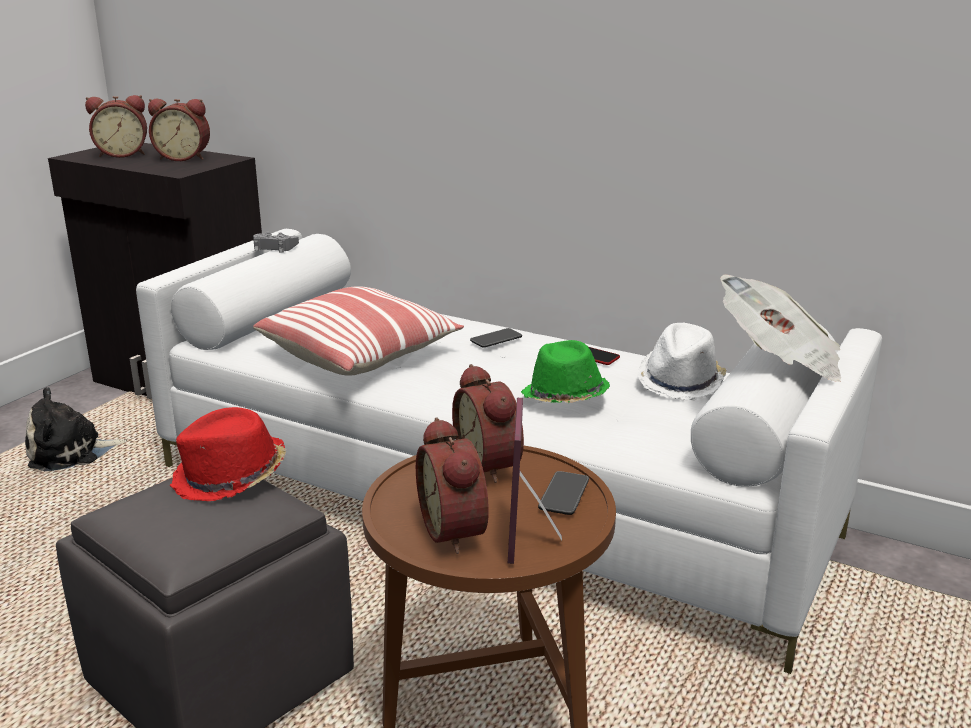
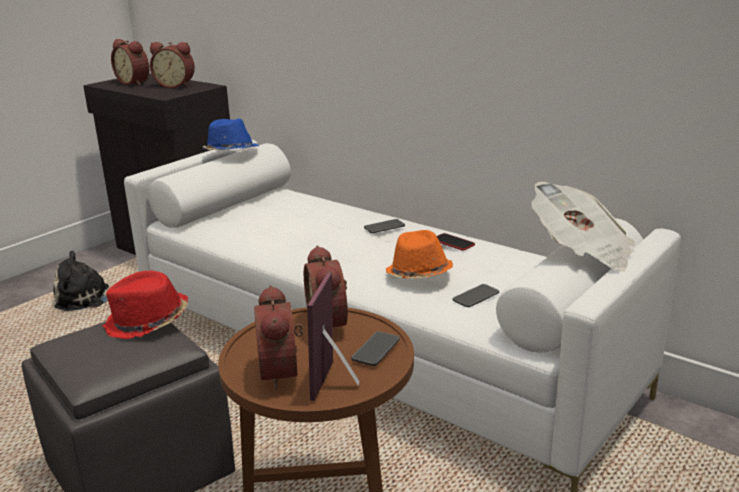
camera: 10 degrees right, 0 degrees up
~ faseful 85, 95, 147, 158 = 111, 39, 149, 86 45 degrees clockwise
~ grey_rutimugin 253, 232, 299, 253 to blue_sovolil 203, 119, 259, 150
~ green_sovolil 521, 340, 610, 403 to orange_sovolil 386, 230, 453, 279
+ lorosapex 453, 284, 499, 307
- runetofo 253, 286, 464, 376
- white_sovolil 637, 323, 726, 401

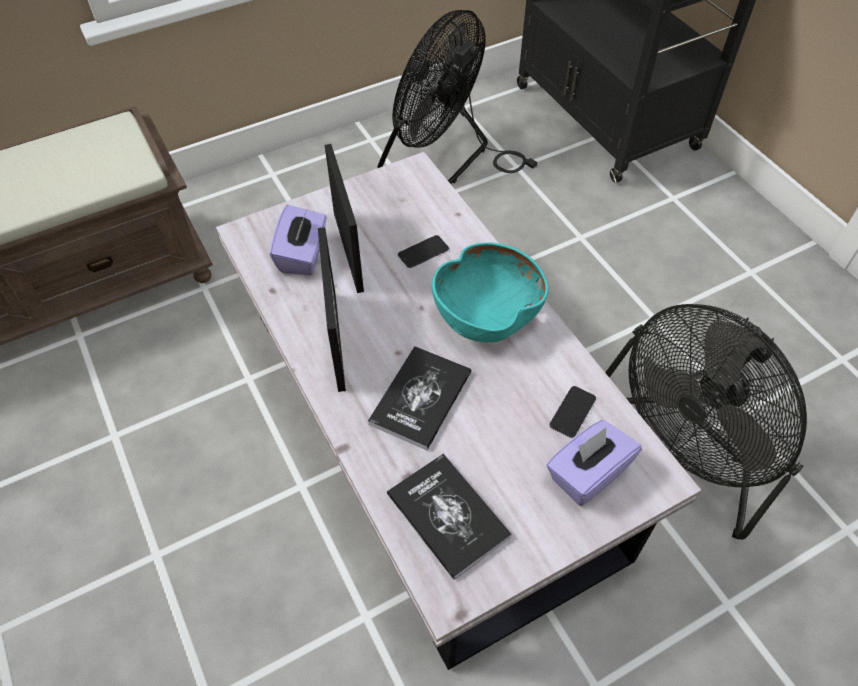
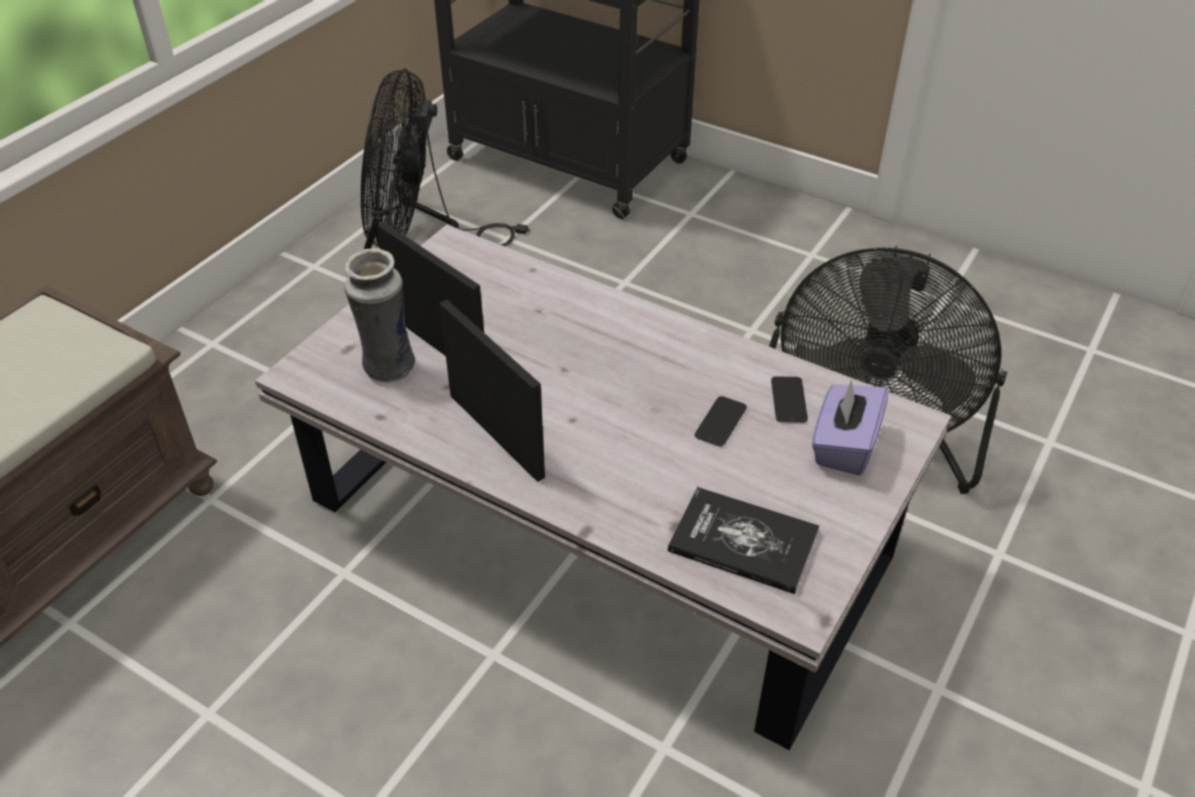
camera: 30 degrees left, 10 degrees down
~ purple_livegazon 270, 205, 327, 275 to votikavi 345, 248, 415, 382
~ lorosapex 398, 235, 449, 268 to 695, 396, 747, 447
- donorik 368, 346, 471, 450
- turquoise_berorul 432, 243, 549, 342

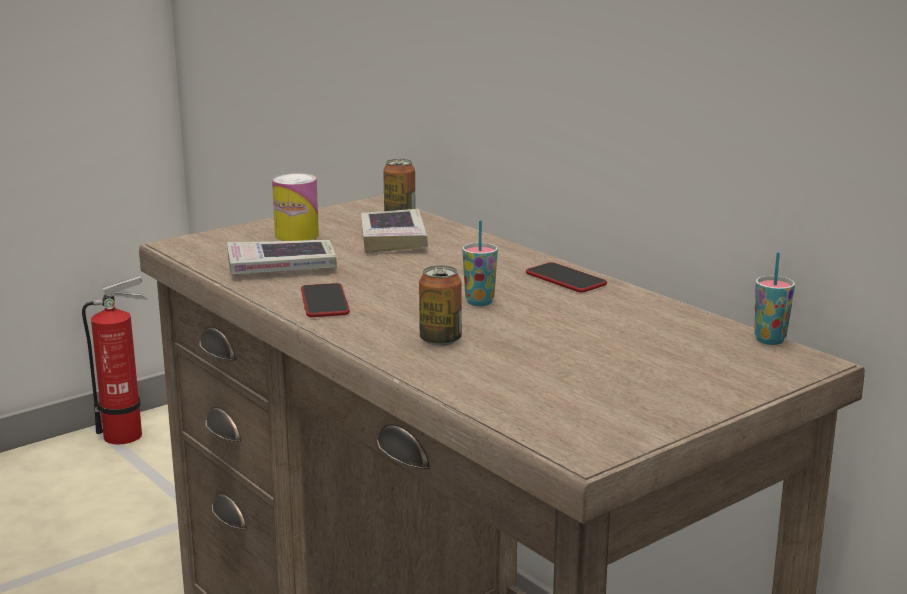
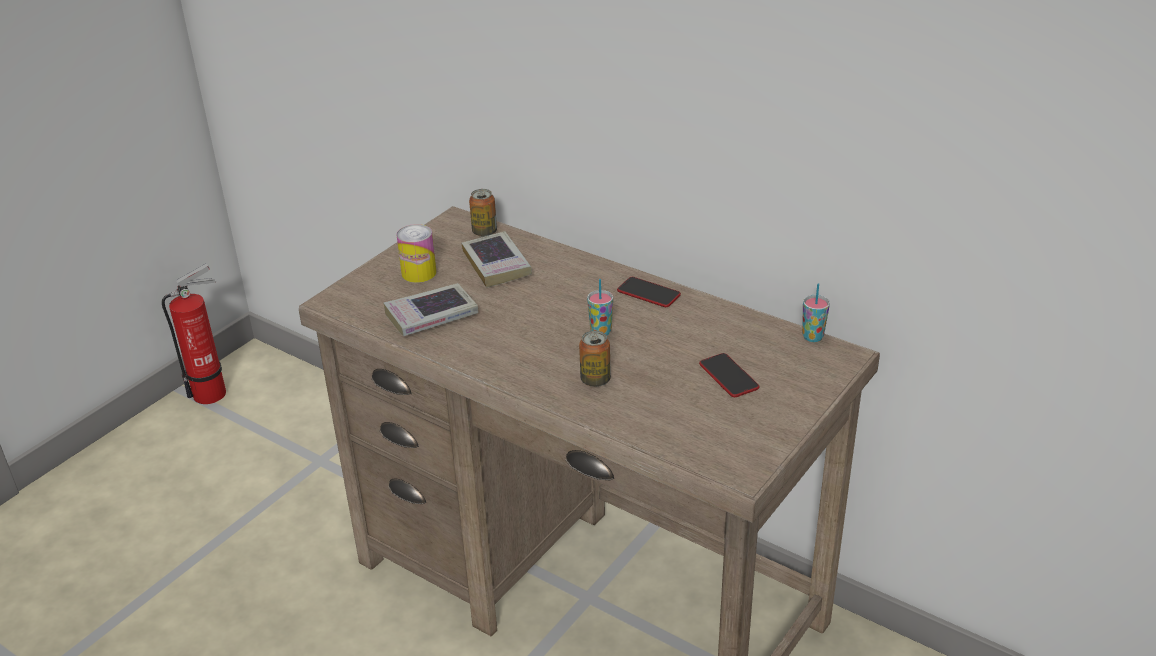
camera: 15 degrees left, 15 degrees up
~ lorosapex 301, 283, 350, 317 to 699, 353, 759, 397

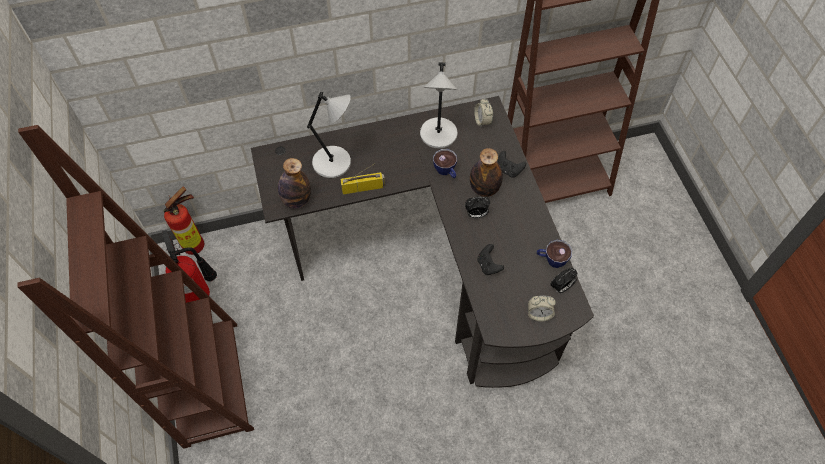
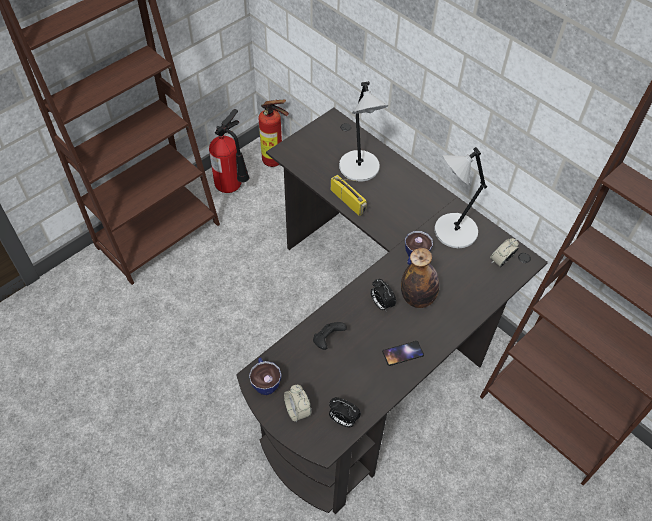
camera: 60 degrees right, 5 degrees down
~ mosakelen 537, 240, 572, 268 to 249, 358, 281, 395
+ lorosapex 382, 341, 424, 366
- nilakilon 278, 158, 311, 209
- black_rutimugin 498, 151, 526, 177

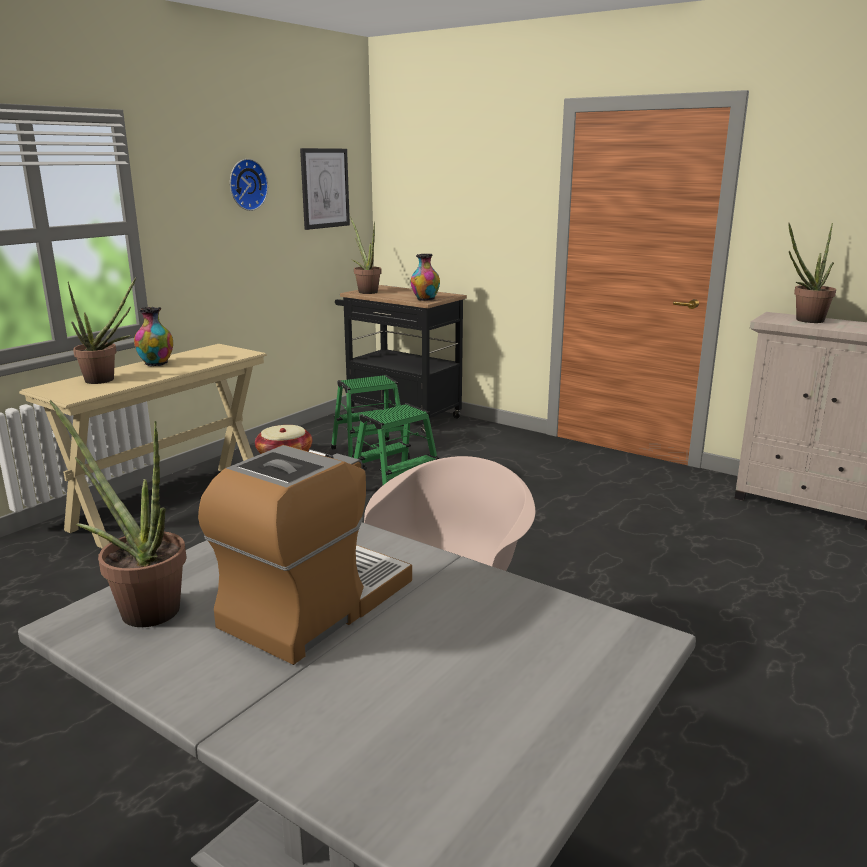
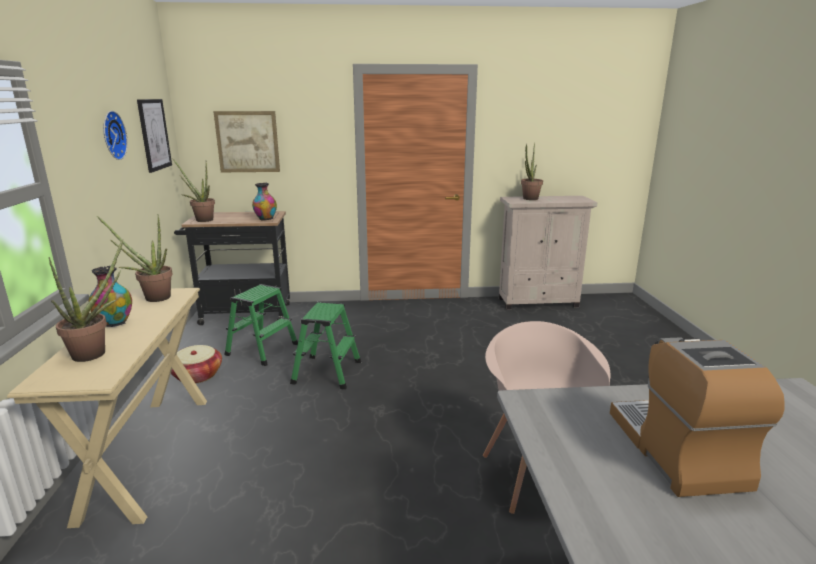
camera: 40 degrees left, 0 degrees up
~ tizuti 49, 400, 187, 627 to 97, 216, 173, 302
+ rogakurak 213, 111, 280, 172

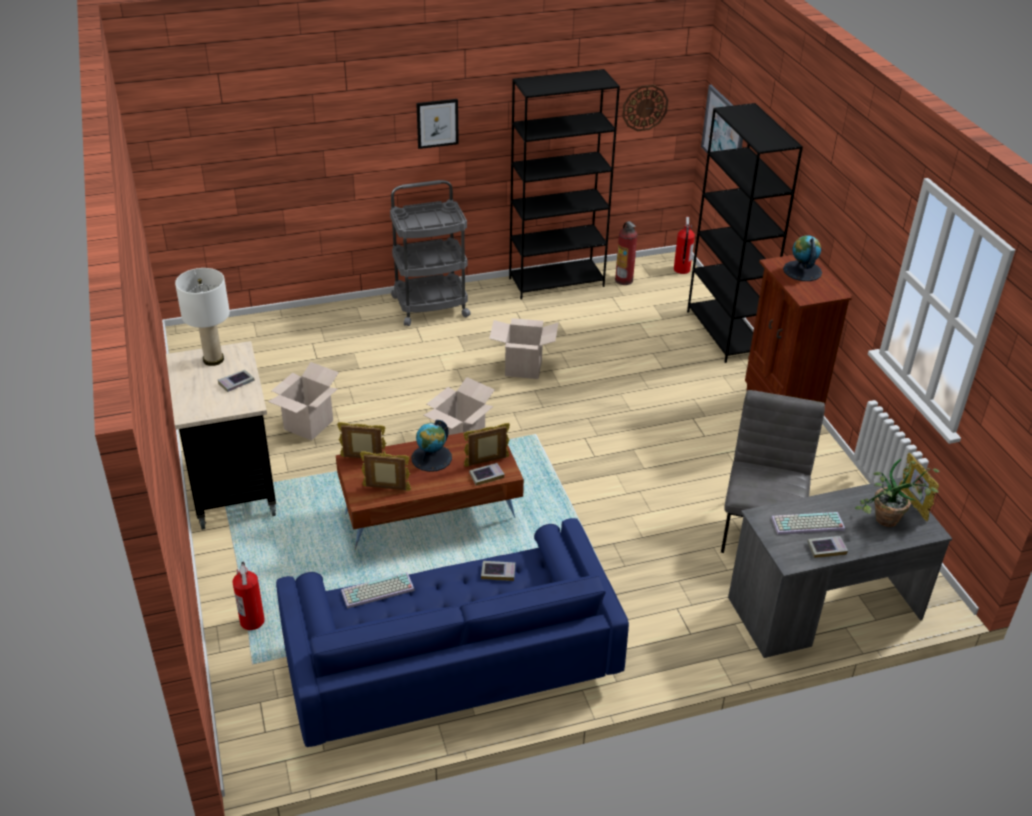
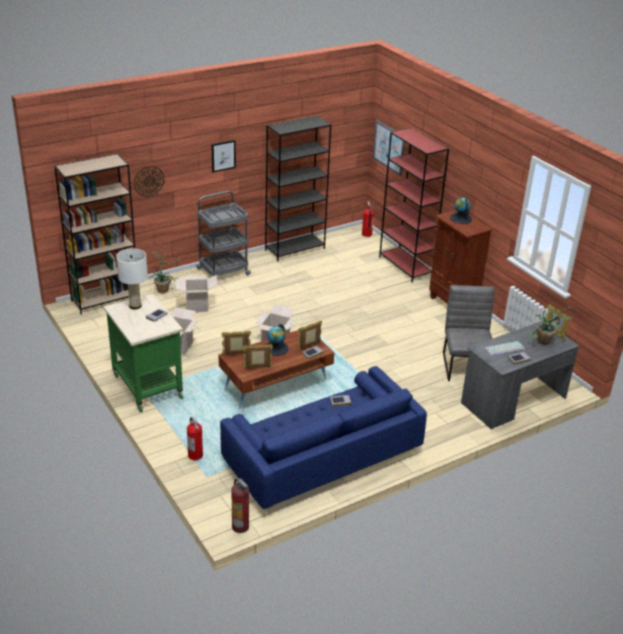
camera: 15 degrees left, 5 degrees down
+ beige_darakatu 54, 154, 135, 315
~ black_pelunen 166, 341, 276, 530 to green_pelunen 103, 293, 183, 412
~ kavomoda 622, 85, 668, 131 to 134, 166, 164, 197
+ tizuti 148, 251, 180, 293
~ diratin 489, 318, 558, 379 to 175, 275, 217, 312
~ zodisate 615, 221, 637, 285 to 231, 478, 249, 533
~ black_darakatu 687, 103, 803, 363 to red_darakatu 379, 128, 449, 283
- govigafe 341, 572, 415, 609

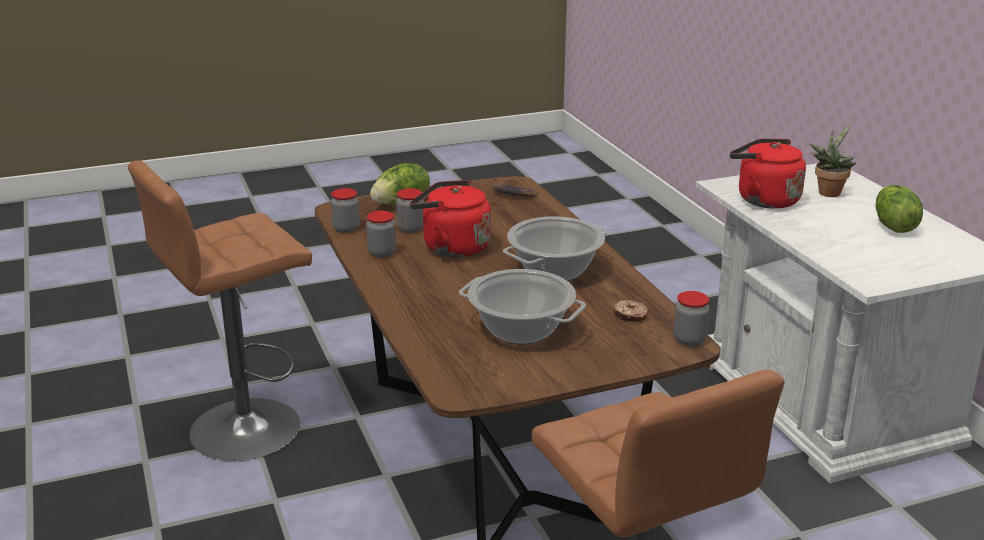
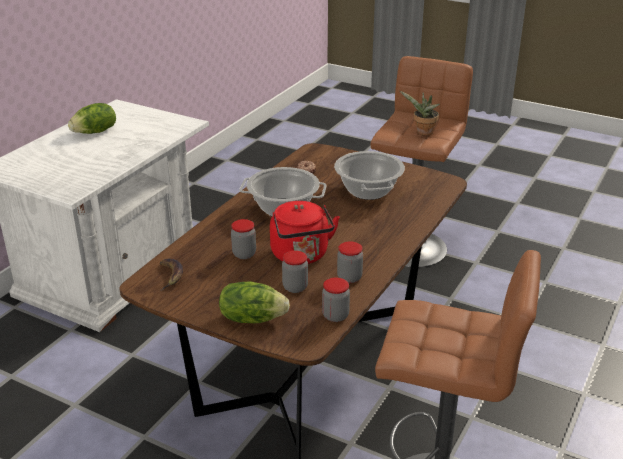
camera: 130 degrees left, 5 degrees up
~ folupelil 674, 291, 710, 346 to 231, 219, 256, 259
~ tizuti 809, 123, 856, 197 to 400, 91, 440, 136
- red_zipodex 730, 139, 806, 209

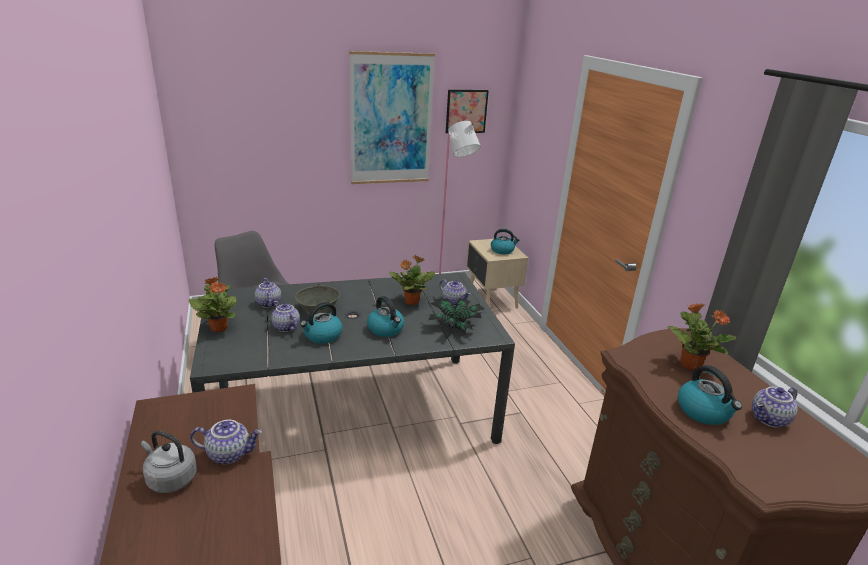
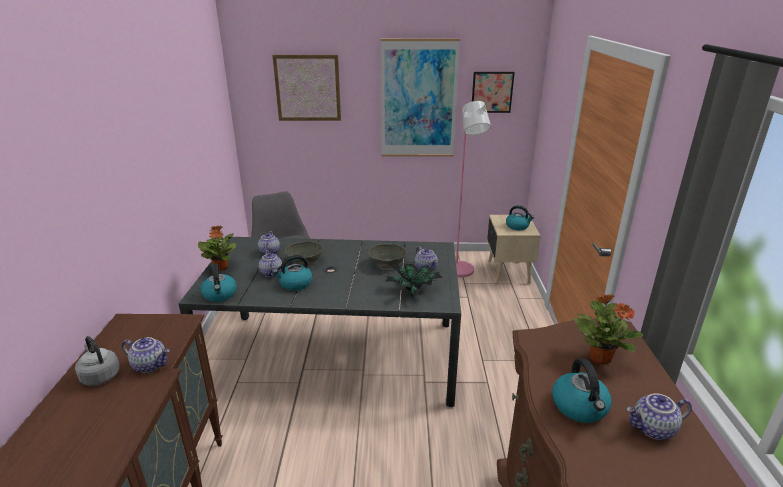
camera: 20 degrees right, 0 degrees up
~ zipodex 367, 296, 405, 337 to 201, 264, 237, 302
+ rogakurak 272, 55, 341, 121
~ tizuti 389, 255, 435, 305 to grey_berorul 368, 244, 407, 269

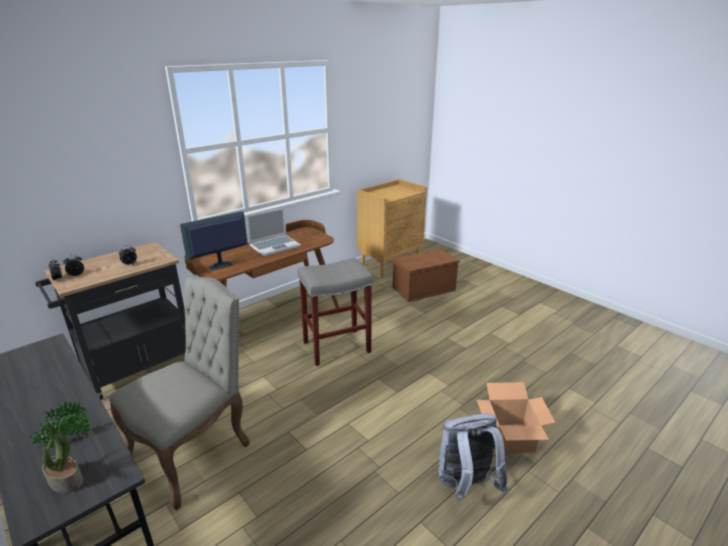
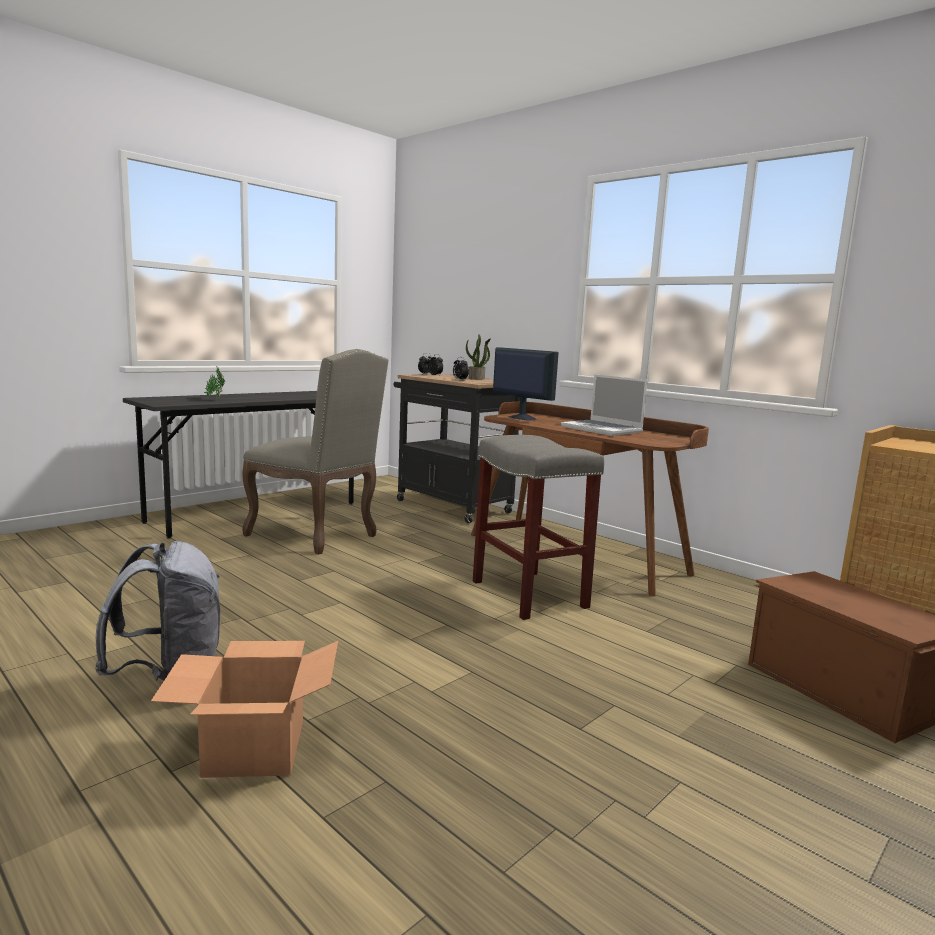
camera: 85 degrees right, 15 degrees down
~ tizuti 42, 415, 83, 493 to 466, 334, 491, 380

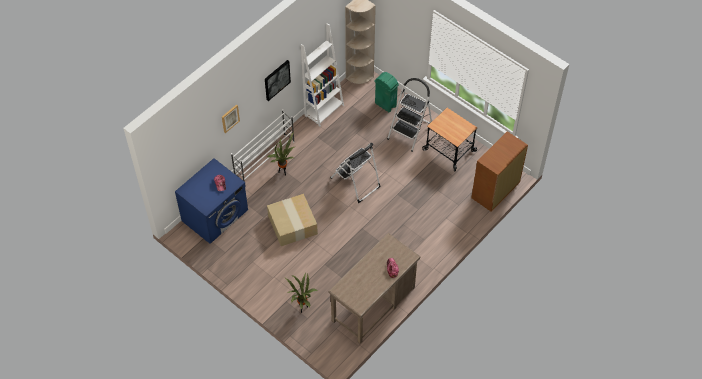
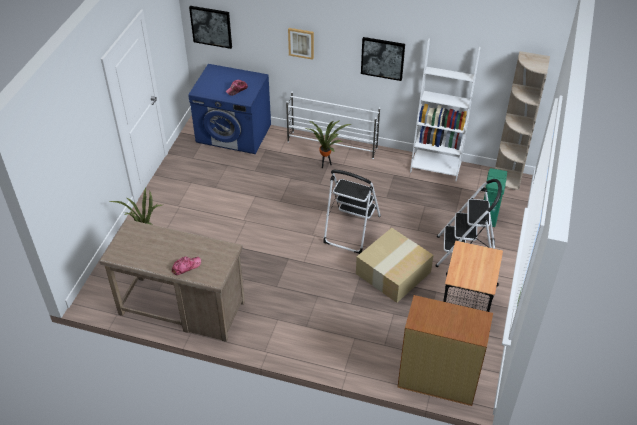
camera: 65 degrees right, 10 degrees down
+ rogakurak 189, 6, 232, 49
~ diratin 267, 194, 318, 246 to 356, 228, 434, 303

